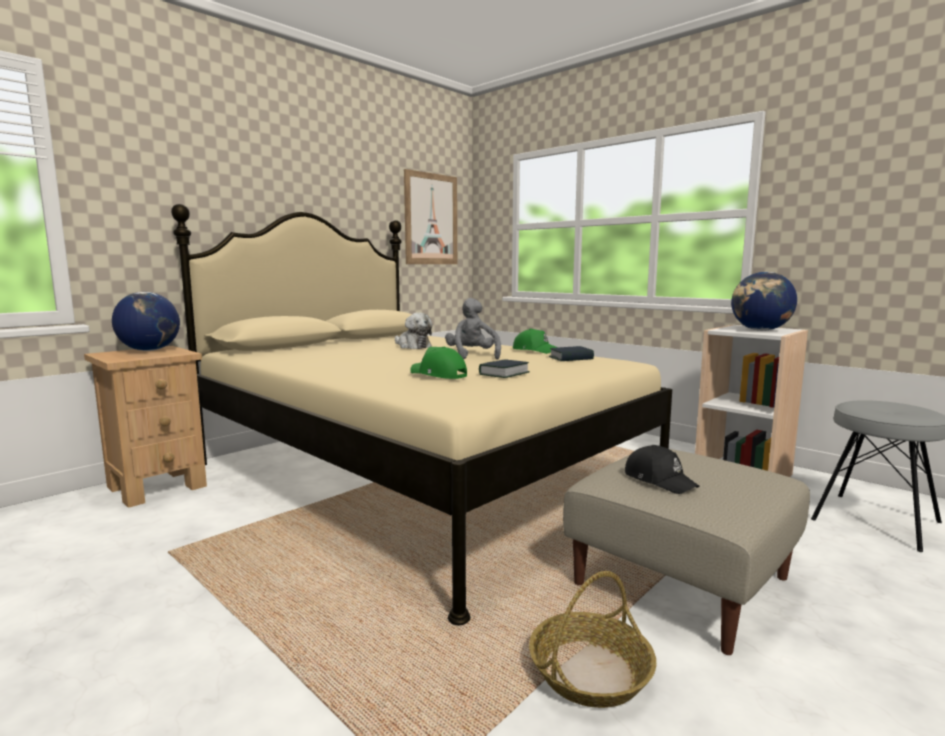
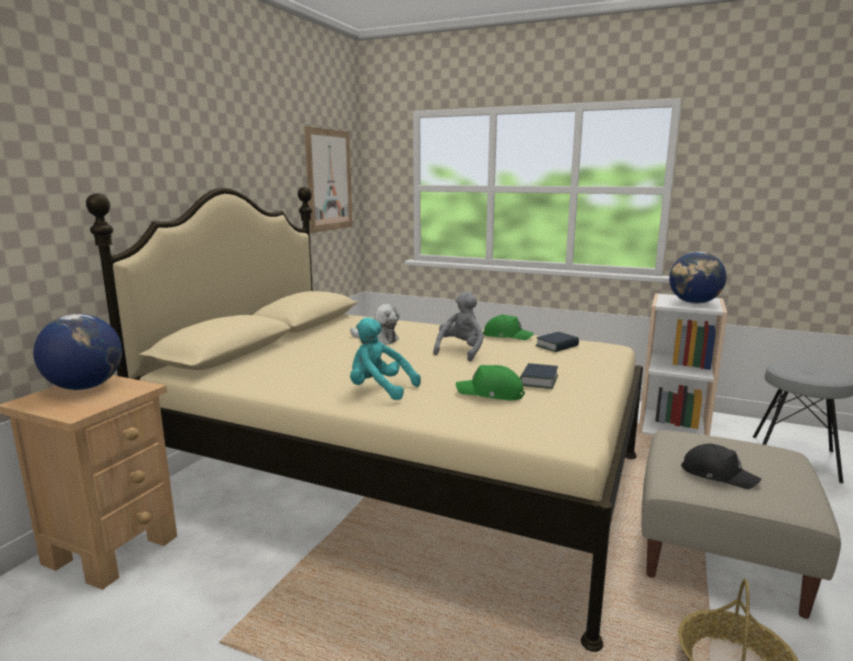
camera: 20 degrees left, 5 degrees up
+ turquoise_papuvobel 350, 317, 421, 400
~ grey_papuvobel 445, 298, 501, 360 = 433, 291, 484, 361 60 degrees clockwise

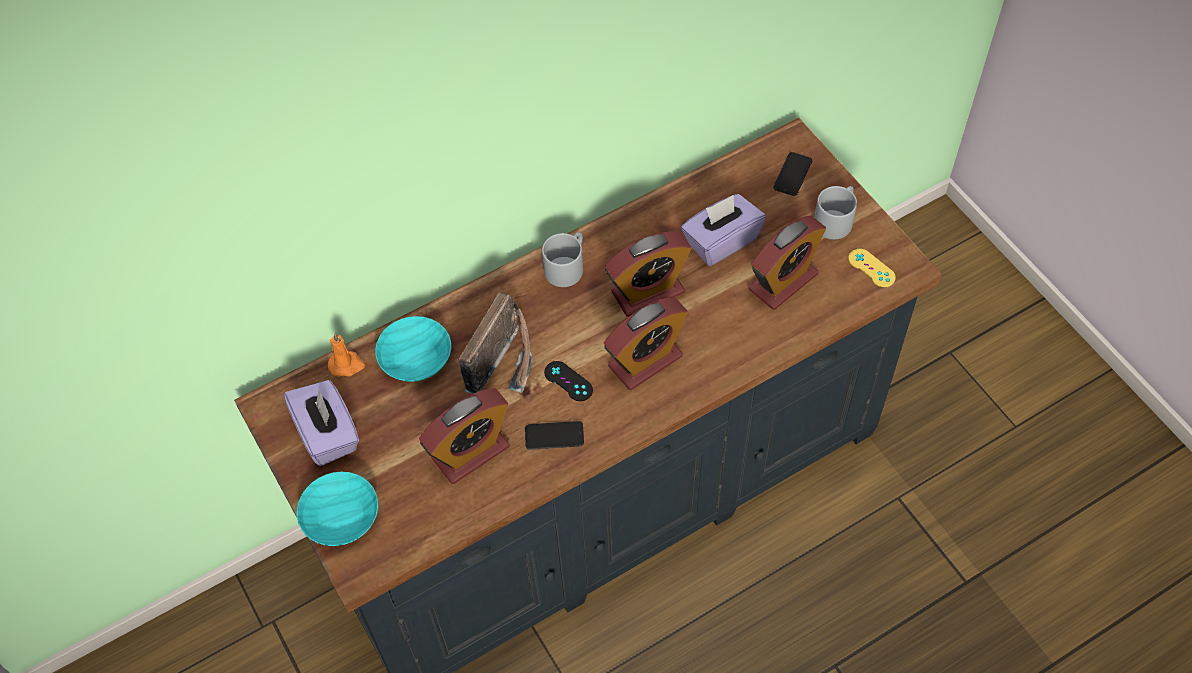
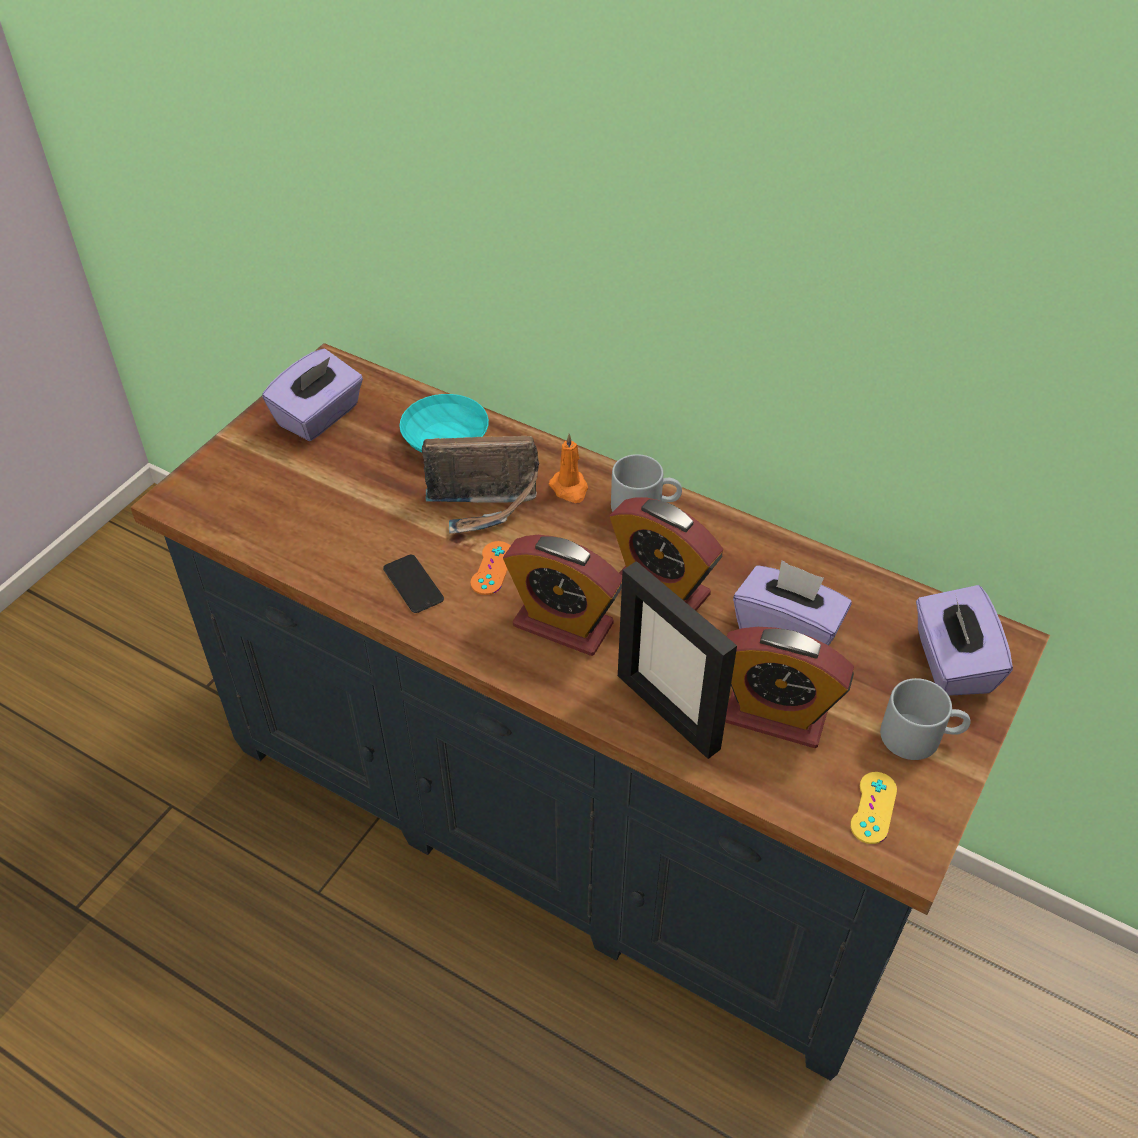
camera: 60 degrees right, 10 degrees down
~ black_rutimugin 544, 361, 593, 401 to orange_rutimugin 470, 541, 510, 595
~ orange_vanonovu 328, 333, 365, 376 to 549, 433, 588, 503
+ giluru 618, 561, 737, 759
~ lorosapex 773, 152, 812, 196 to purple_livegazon 916, 585, 1013, 696
- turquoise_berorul 297, 472, 378, 546
- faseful 419, 388, 509, 484

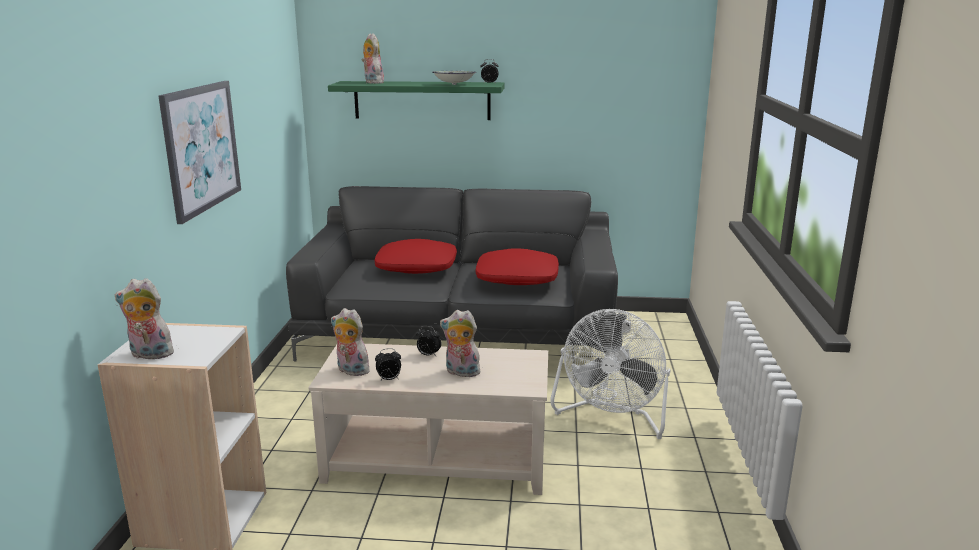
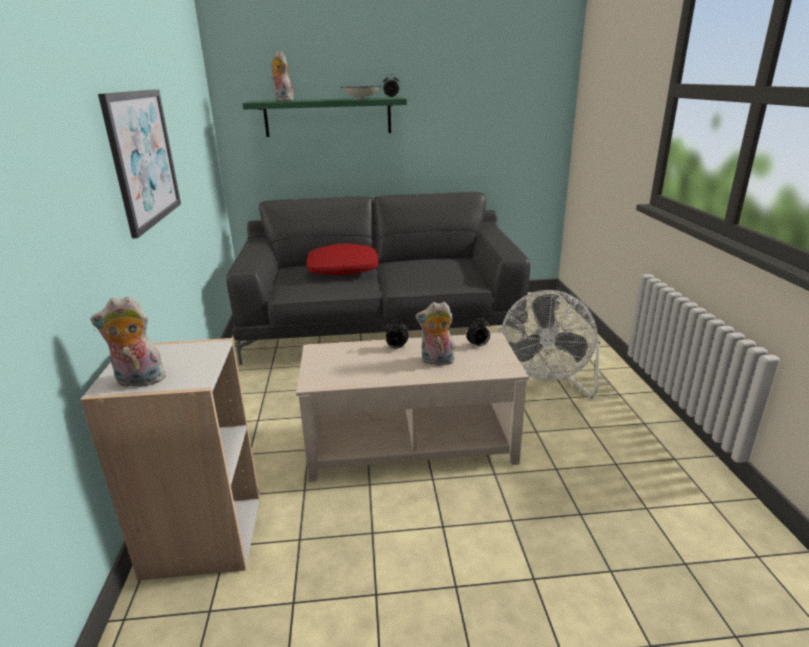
camera: 10 degrees left, 5 degrees up
~ faseful 375, 348, 401, 380 to 466, 318, 490, 348
- papuvobel 331, 308, 370, 376
- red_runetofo 475, 249, 559, 285

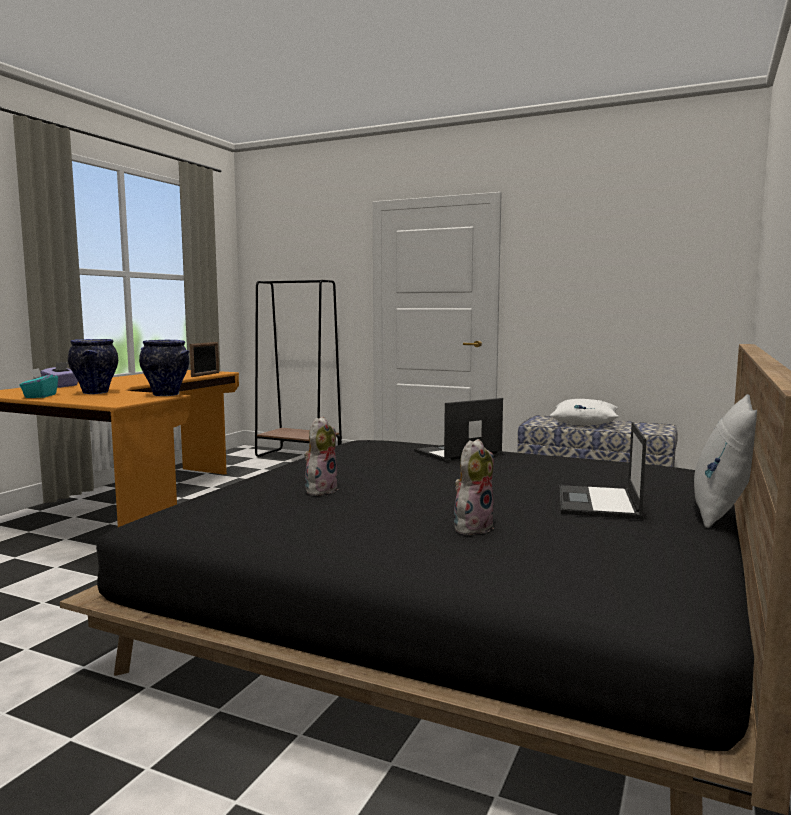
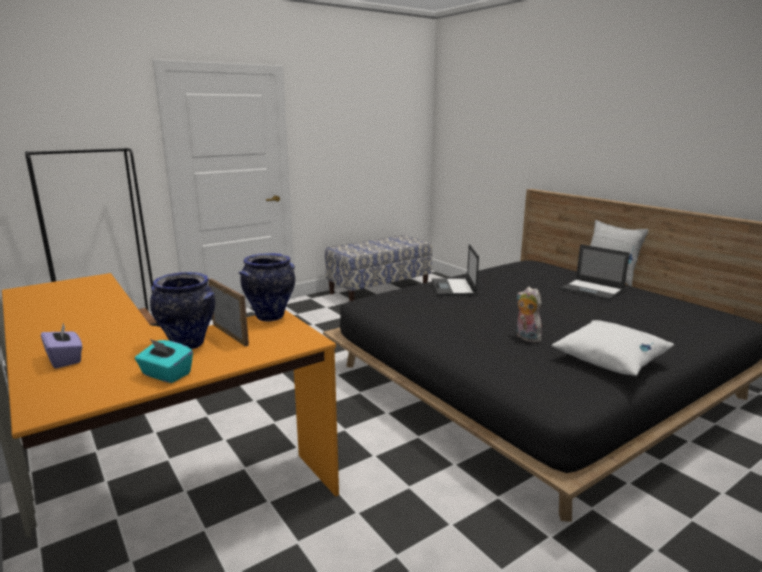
camera: 60 degrees left, 10 degrees up
~ giluru 190, 342, 219, 377 to 208, 278, 249, 347
~ white_runetofo 550, 399, 618, 425 to 552, 320, 674, 376
- papuvobel 454, 439, 494, 535

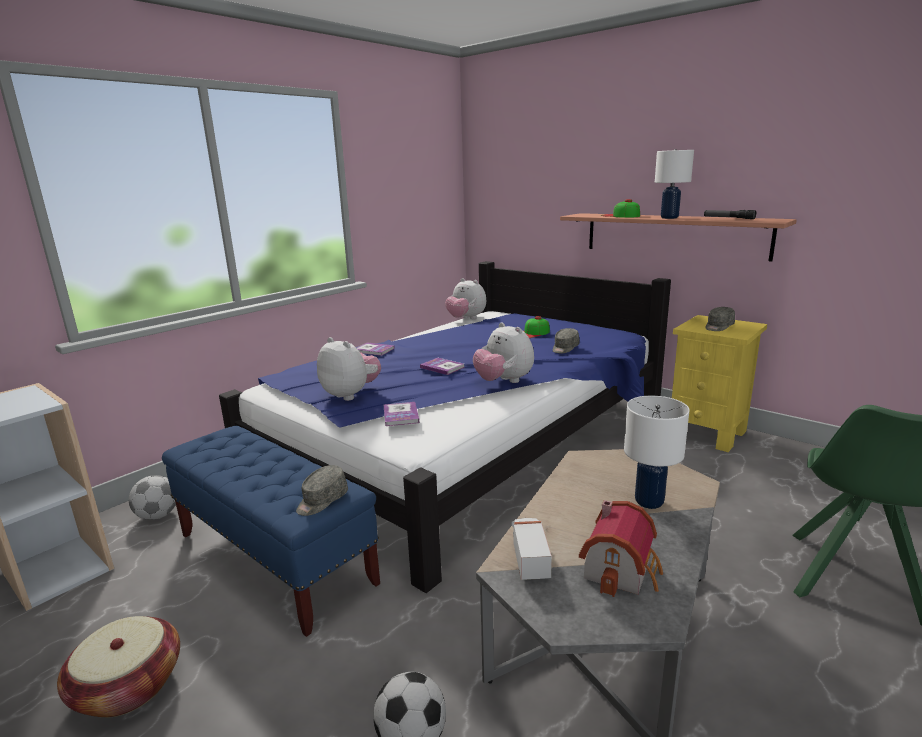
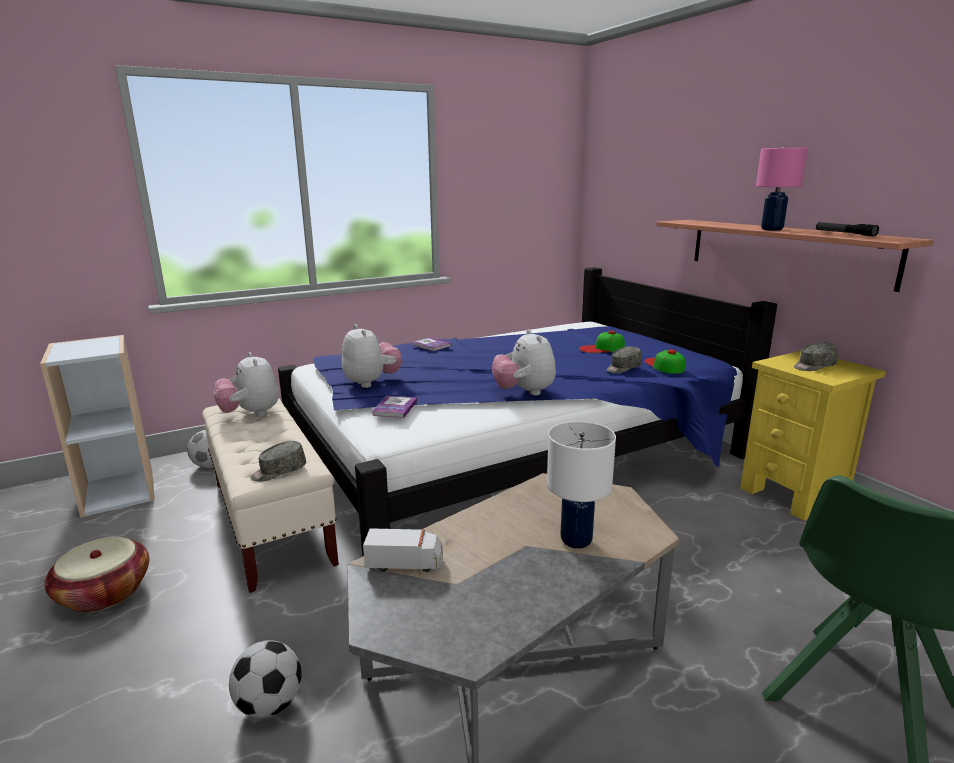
camera: 20 degrees right, 0 degrees up
~ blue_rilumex 162, 426, 380, 637 to beige_rilumex 202, 398, 339, 593
~ papuvobel 445, 278, 486, 319 to 214, 352, 279, 417
~ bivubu 512, 518, 552, 580 = 363, 528, 443, 572 75 degrees clockwise
~ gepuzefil 601, 199, 640, 218 to 644, 349, 685, 374
~ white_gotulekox 655, 149, 694, 219 to pink_gotulekox 756, 147, 808, 230
- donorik 420, 358, 465, 375
- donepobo 579, 500, 663, 597

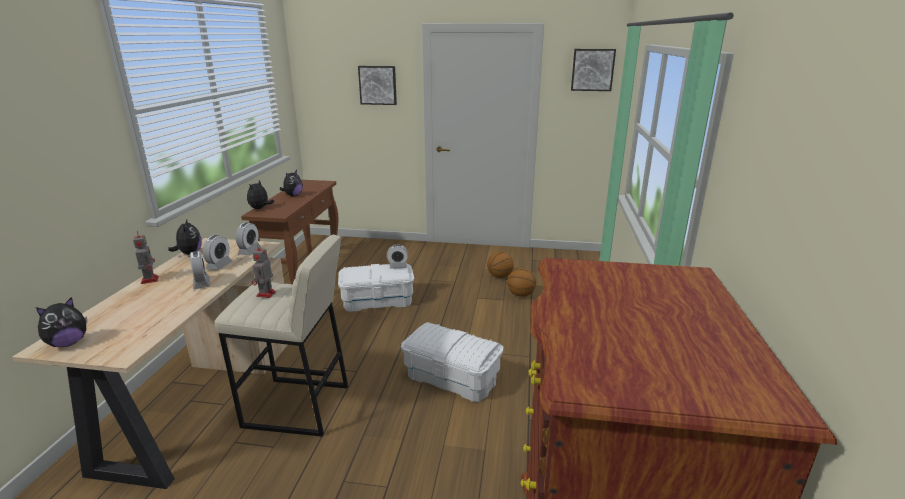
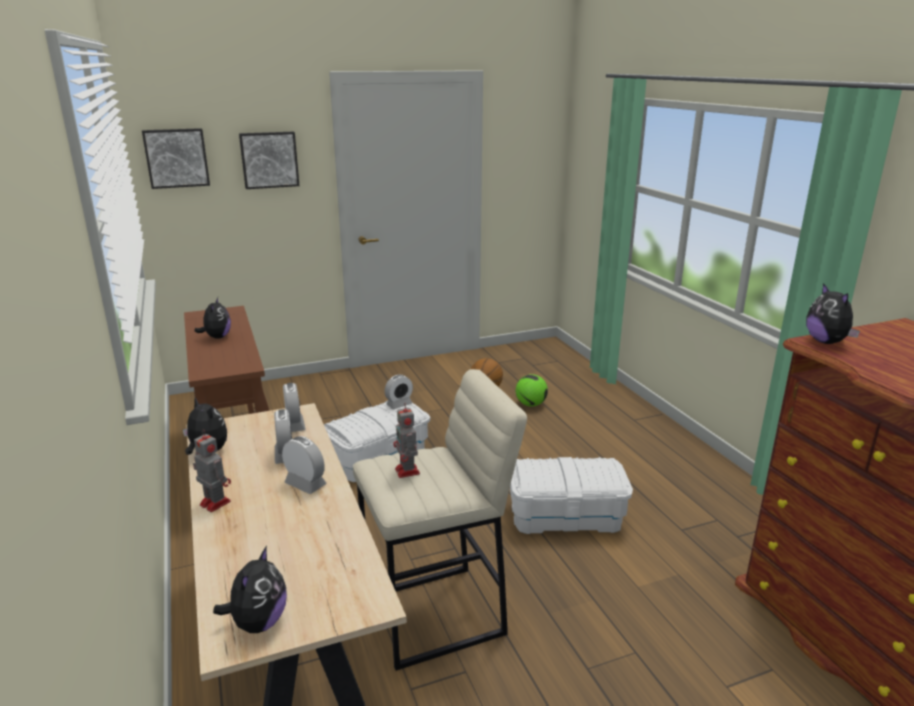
camera: 30 degrees left, 0 degrees up
~ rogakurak 571, 49, 616, 91 to 142, 128, 210, 189
~ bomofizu 507, 268, 536, 297 to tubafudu 516, 374, 548, 407
~ papuvobel 247, 180, 274, 209 to 806, 283, 860, 344

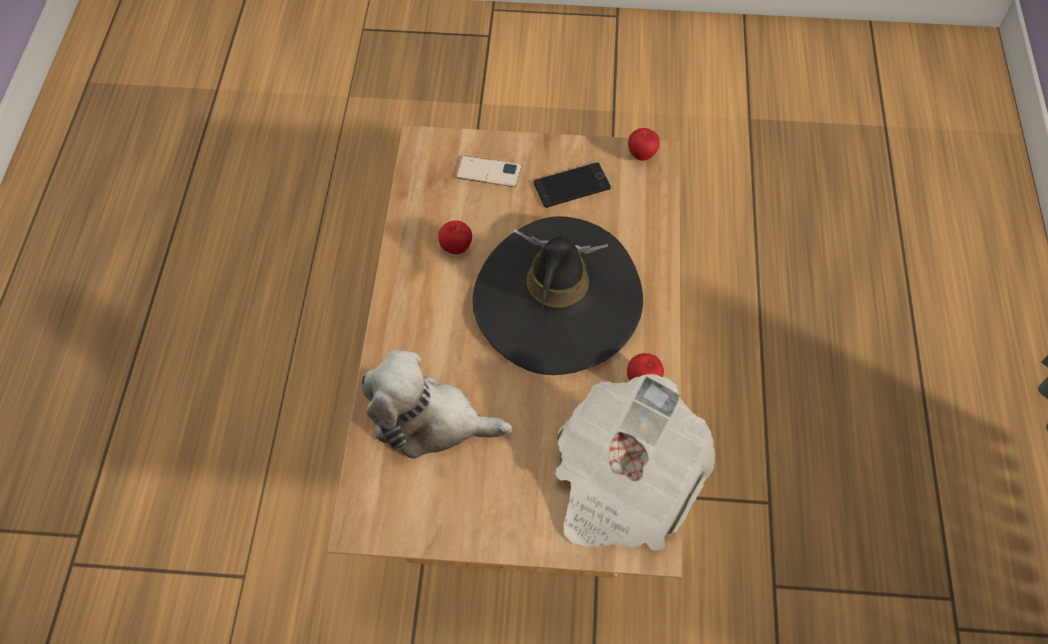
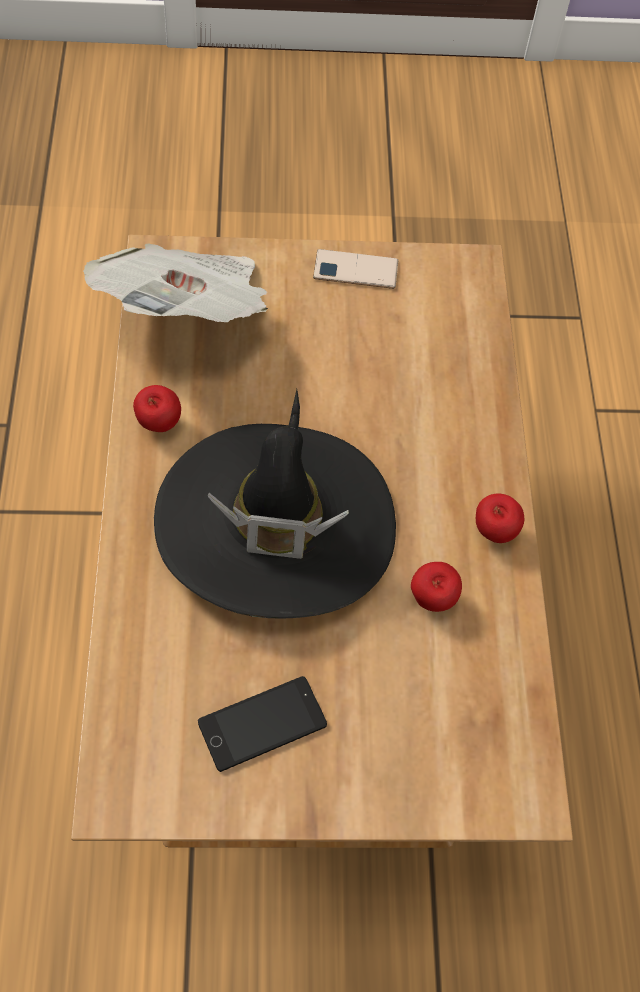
camera: 170 degrees right, 0 degrees up
~ lorosapex 456, 155, 522, 187 to 313, 249, 398, 289
~ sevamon 628, 128, 660, 161 to 476, 494, 524, 543
- papuvobel 362, 350, 512, 459

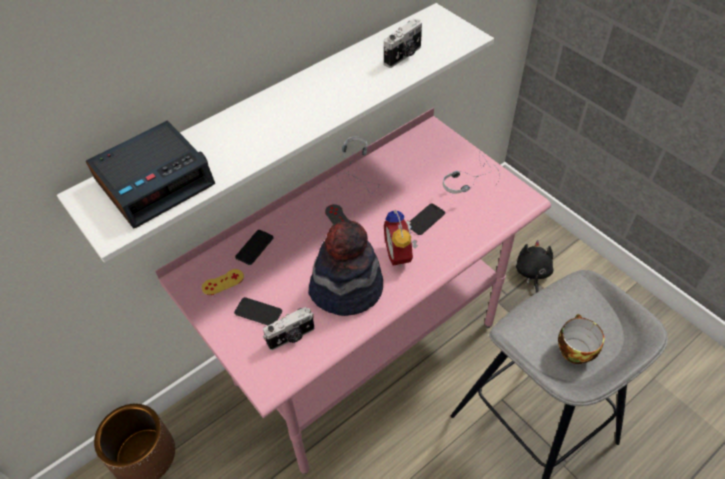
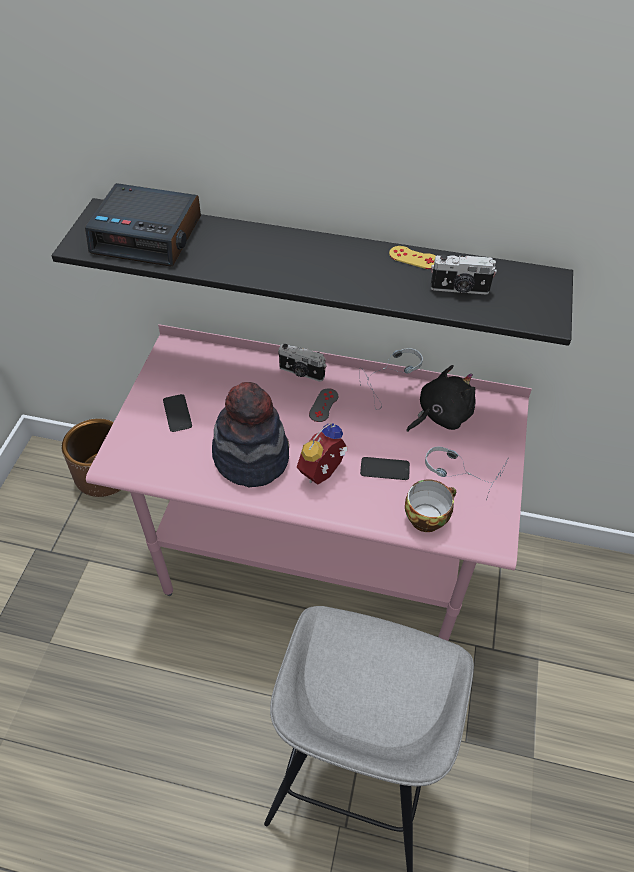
camera: 50 degrees right, 0 degrees up
~ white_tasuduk 57, 3, 494, 263 to black_tasuduk 51, 198, 573, 346
~ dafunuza 263, 307, 314, 350 to 278, 343, 326, 382
~ yellow_rutimugin 202, 269, 244, 295 to 389, 246, 436, 269
~ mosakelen 558, 314, 604, 364 to 405, 479, 456, 532
~ black_papuvobel 516, 240, 553, 293 to 406, 365, 475, 432
- lorosapex 235, 230, 274, 265

